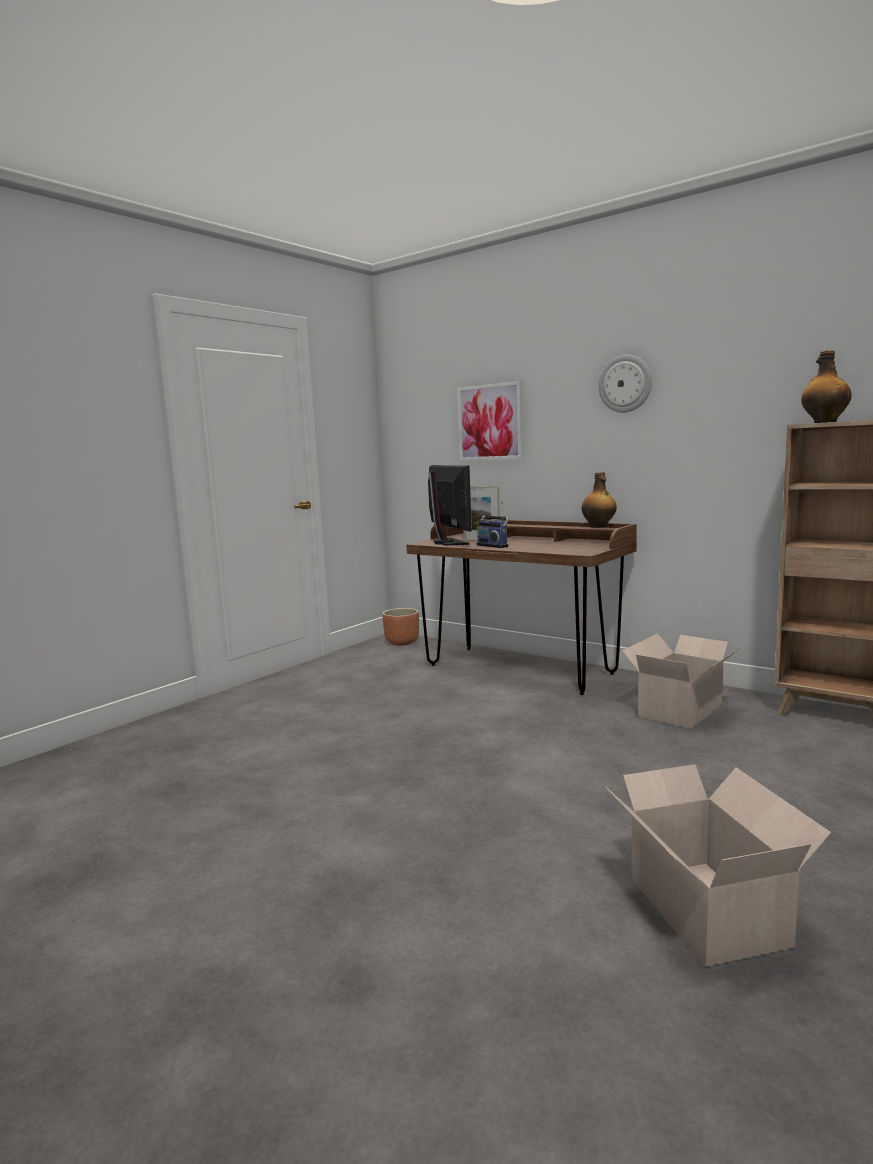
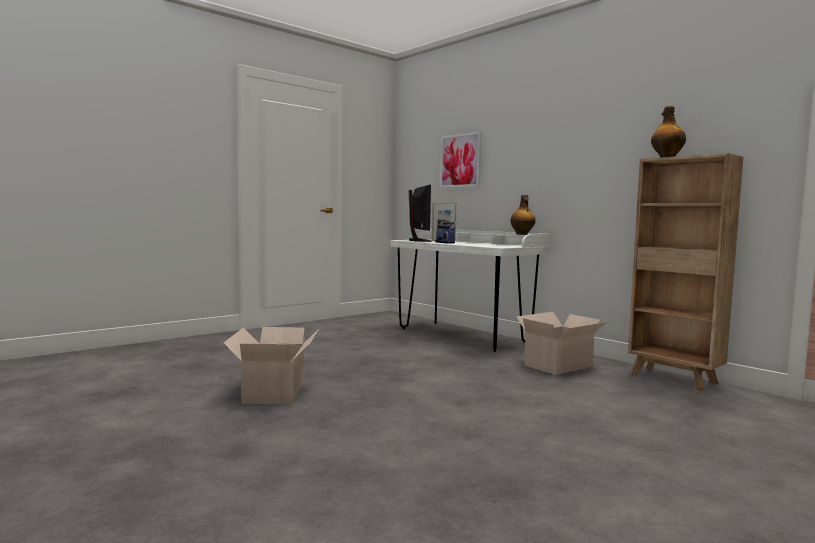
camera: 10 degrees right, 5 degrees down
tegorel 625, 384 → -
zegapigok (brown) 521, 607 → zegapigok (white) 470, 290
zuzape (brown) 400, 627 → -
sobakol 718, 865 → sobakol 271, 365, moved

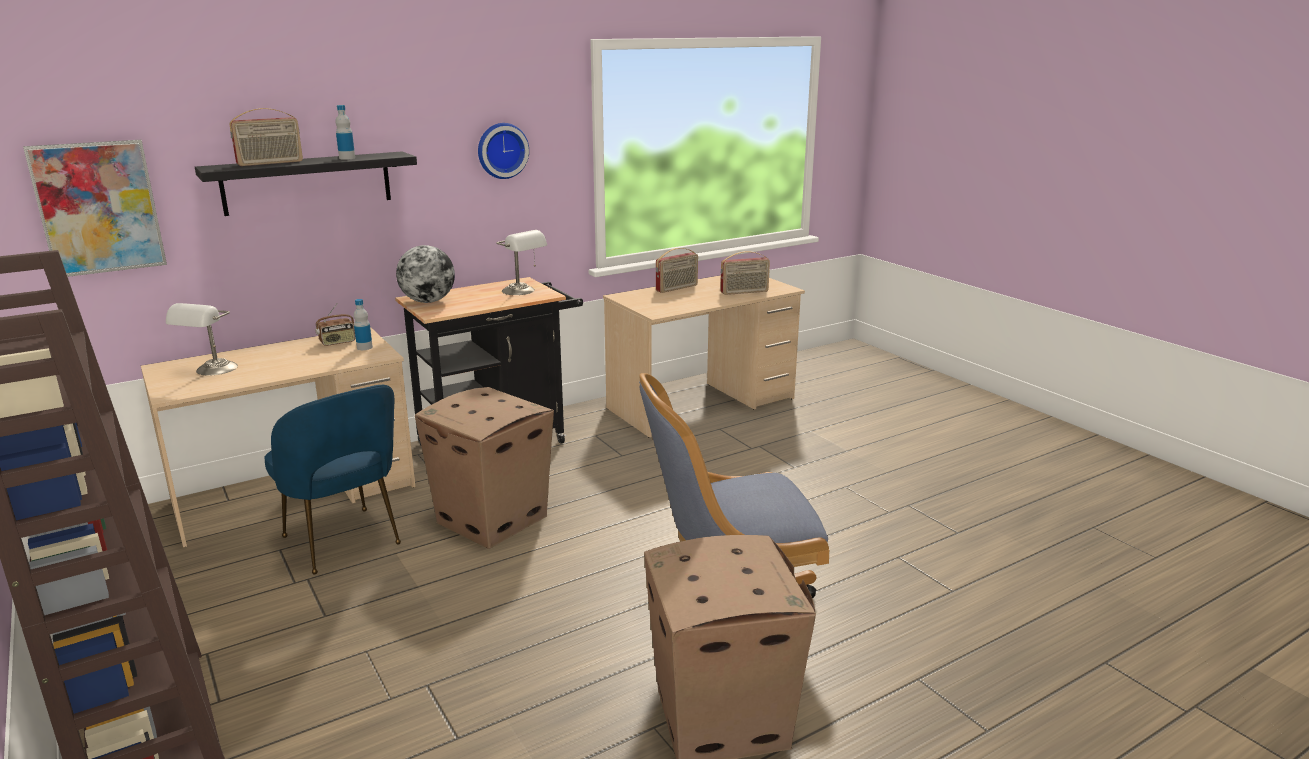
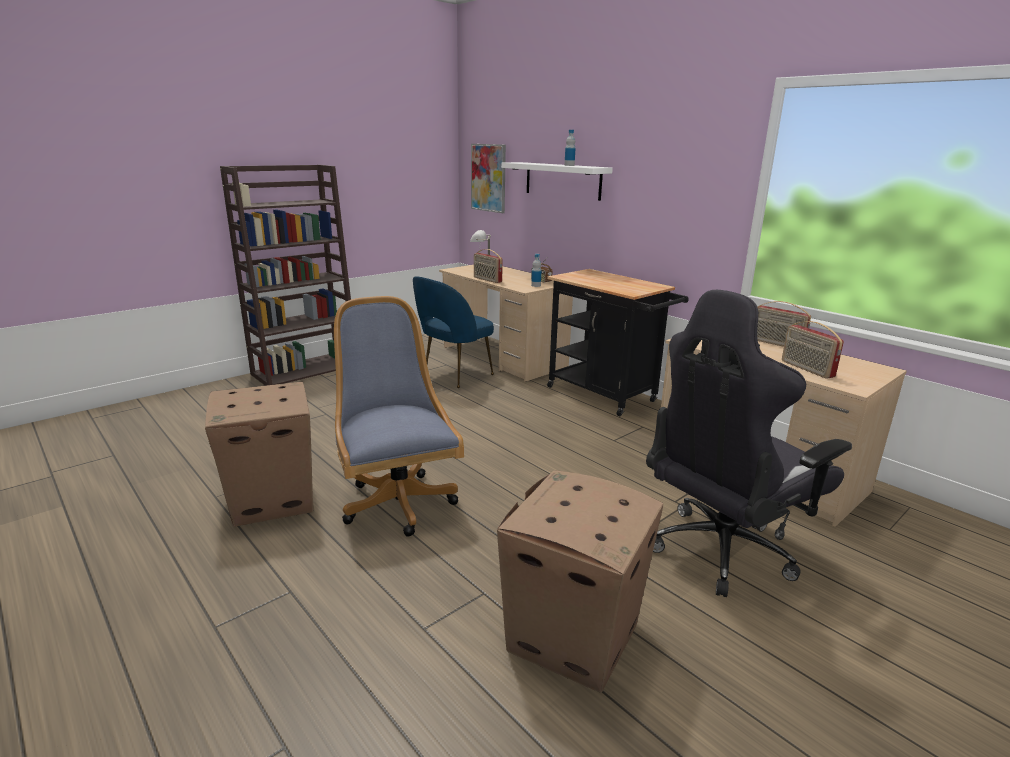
camera: 80 degrees right, 0 degrees up
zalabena 266, 137 → zalabena 488, 266, moved
tegorel 503, 151 → -
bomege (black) 306, 183 → bomege (white) 557, 181
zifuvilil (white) 522, 262 → -
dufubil 425, 274 → -
sobakol 484, 468 → sobakol 580, 581, moved
- → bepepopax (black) 749, 443

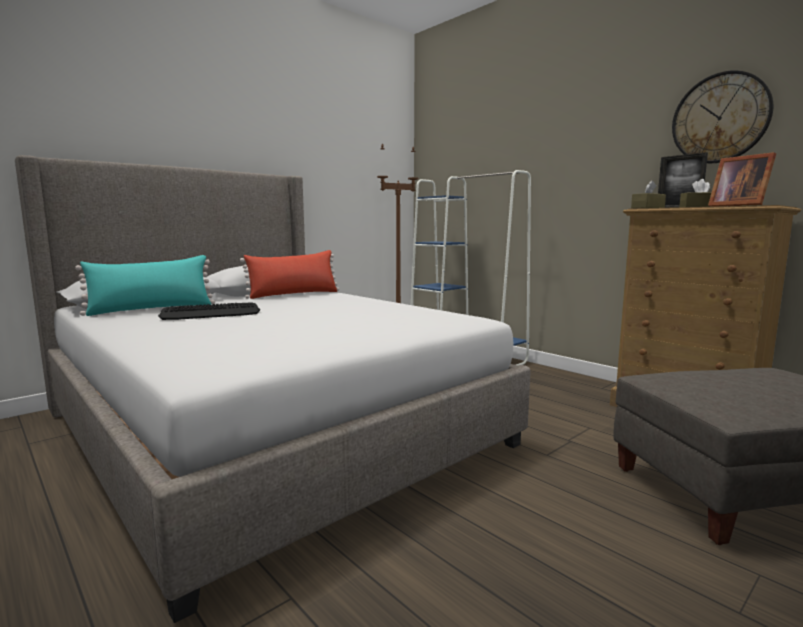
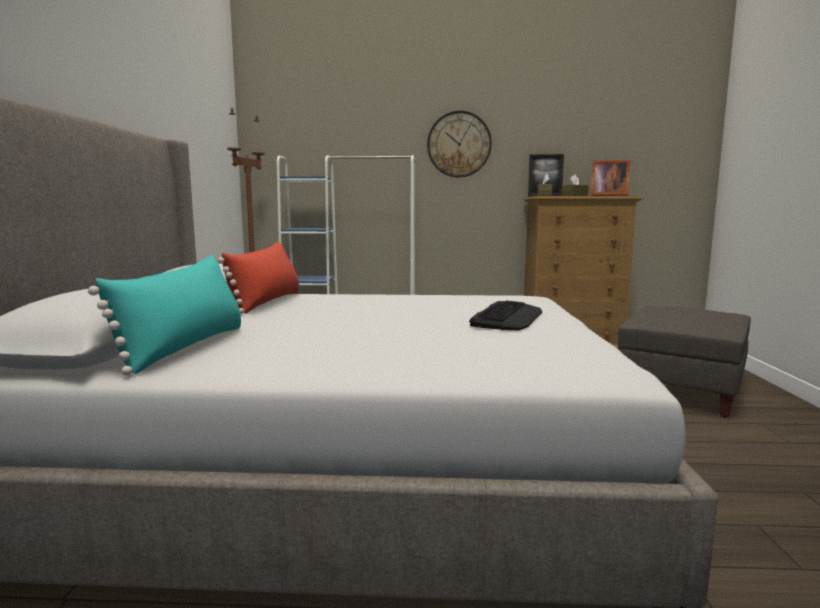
camera: 45 degrees left, 0 degrees up
tegorel 722, 116 → tegorel 459, 144, moved
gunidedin 209, 311 → gunidedin 505, 315, moved

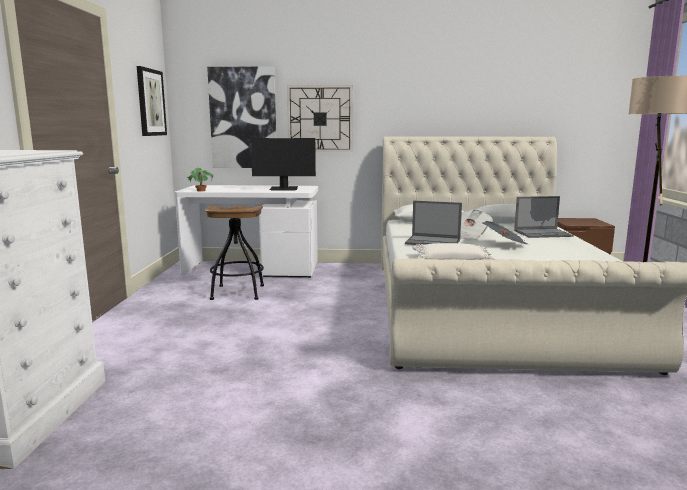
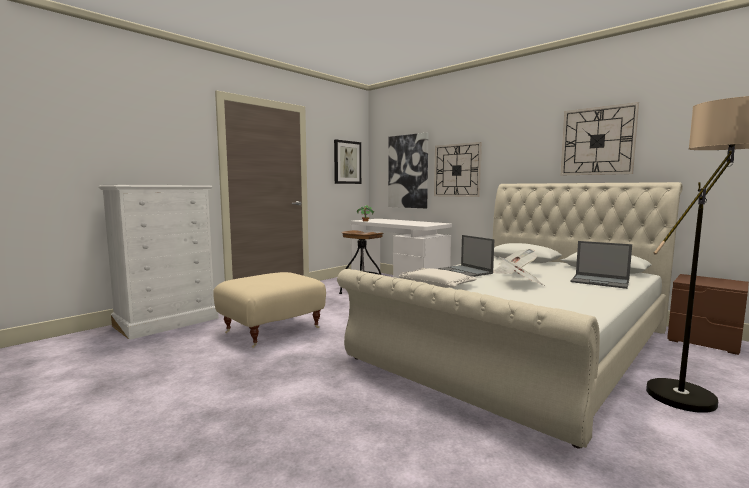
camera: 40 degrees right, 5 degrees down
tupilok 283, 164 → -
- → tegorel 600, 139
- → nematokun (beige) 269, 310

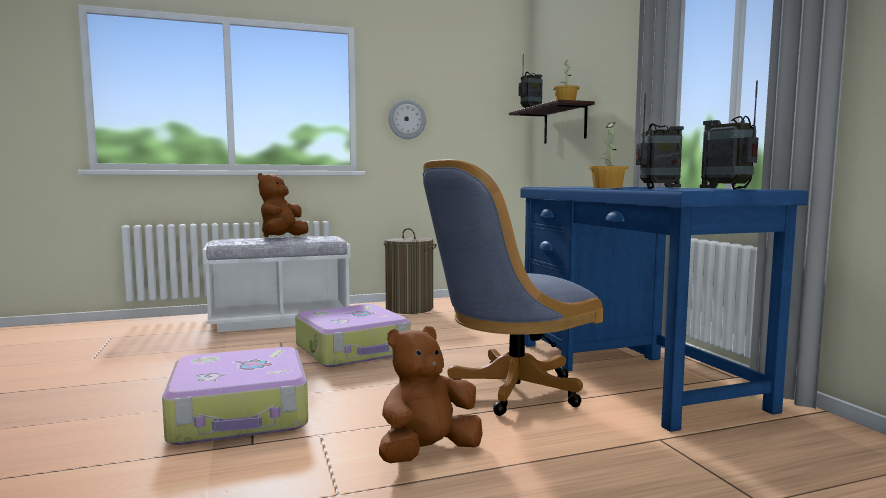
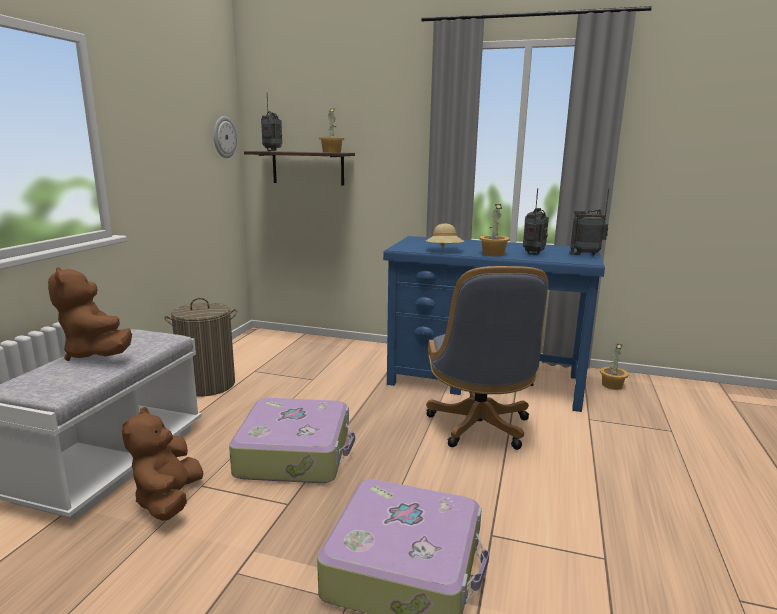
camera: 55 degrees left, 10 degrees up
tegorel 407, 119 → tegorel 225, 137, moved
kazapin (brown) 431, 394 → kazapin (brown) 162, 464, moved
- → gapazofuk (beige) 445, 235
- → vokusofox 614, 366

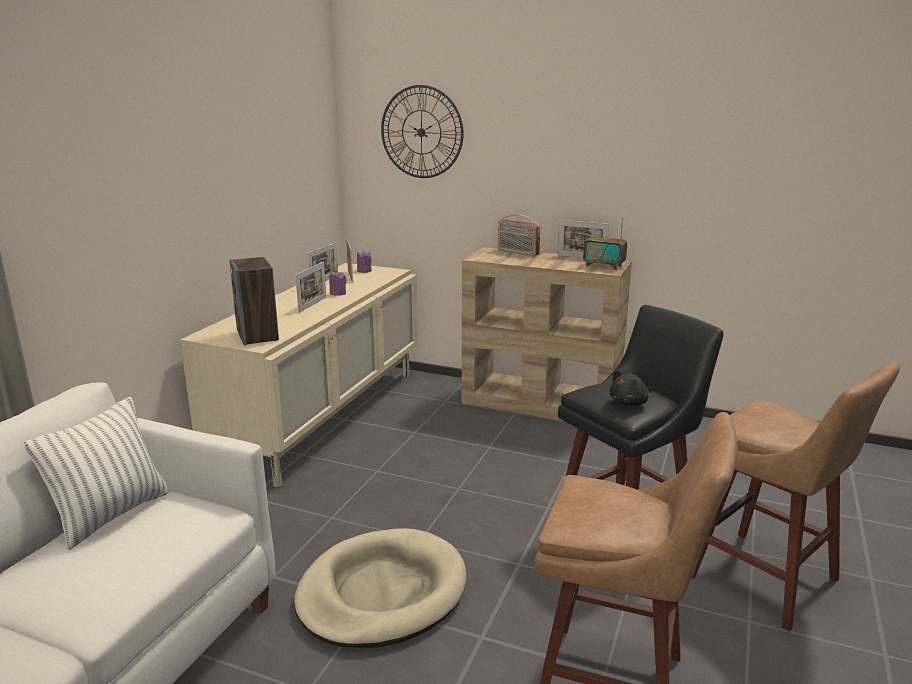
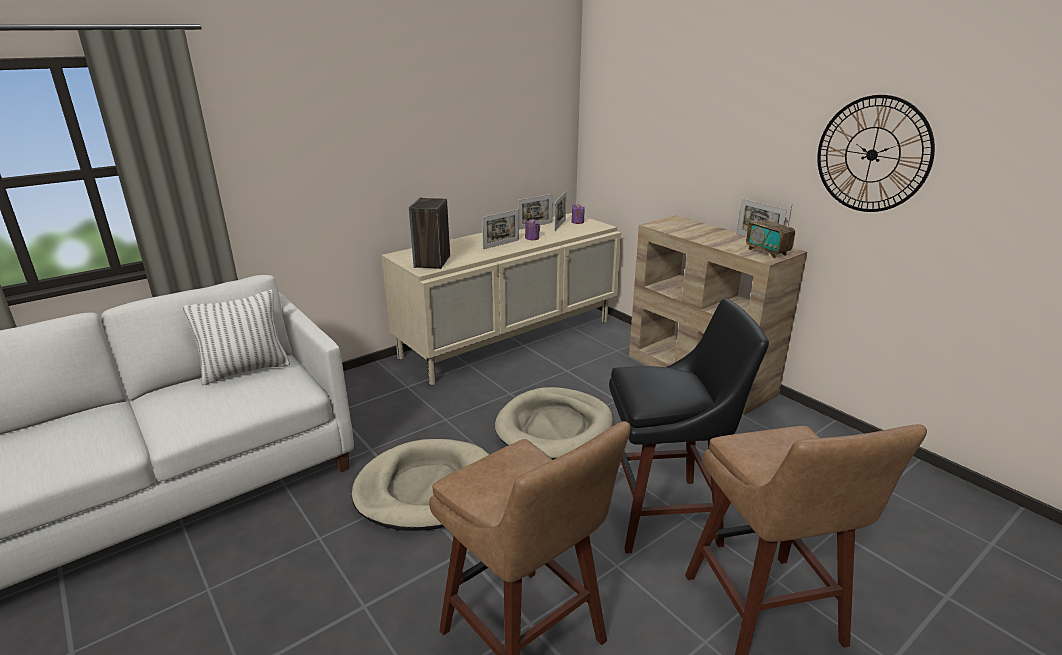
camera: 30 degrees right, 5 degrees up
tegorel 422, 131 → tegorel 876, 153, moved
zalabena 519, 235 → -
kazapin (black) 631, 388 → -
- → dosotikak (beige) 554, 423

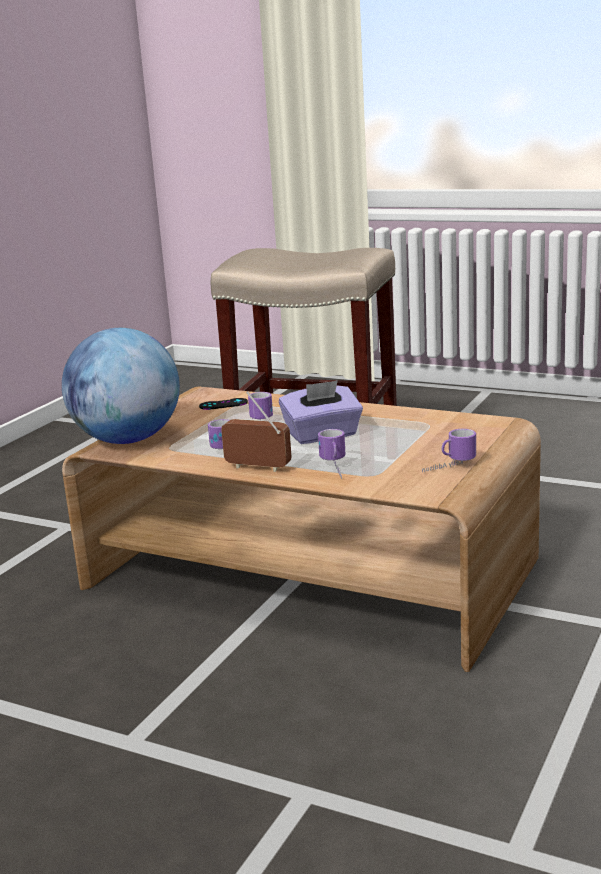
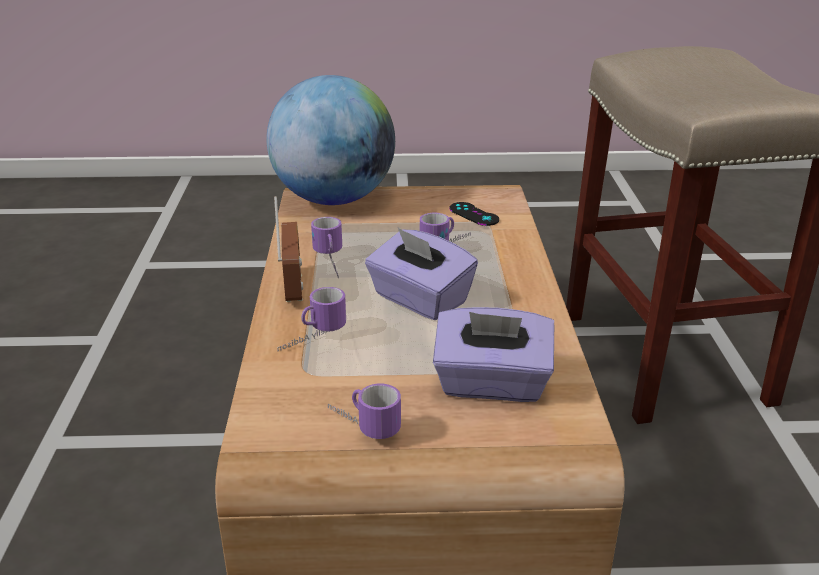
camera: 60 degrees right, 10 degrees up
- → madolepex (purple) 493, 354

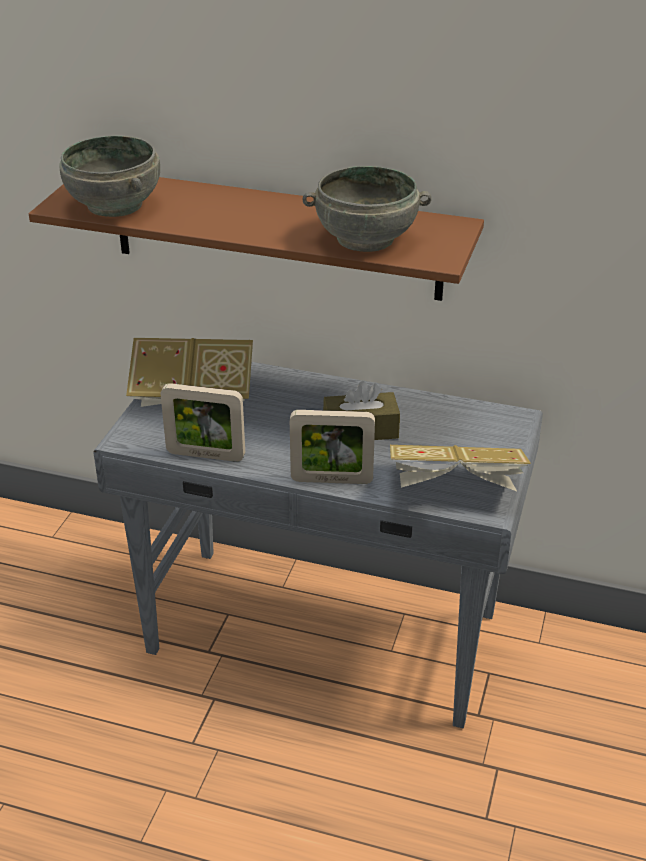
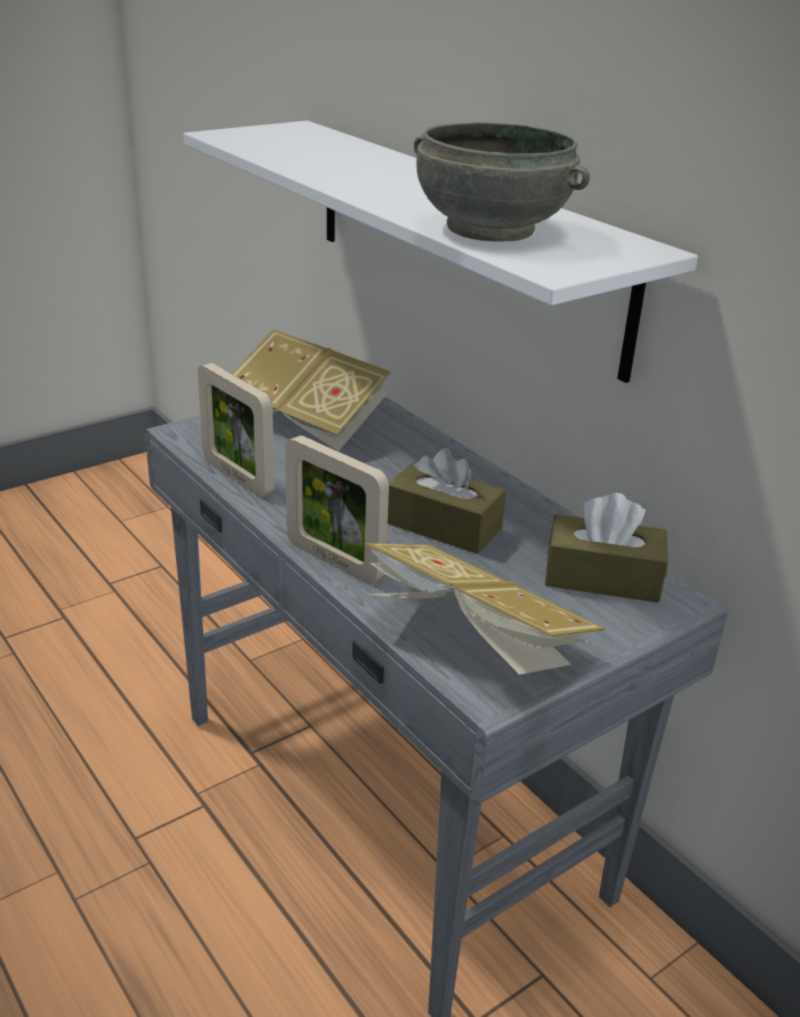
camera: 35 degrees right, 5 degrees down
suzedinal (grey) 109, 176 → -
bomege (brown) 256, 239 → bomege (white) 440, 252
- → madolepex (brown) 606, 547

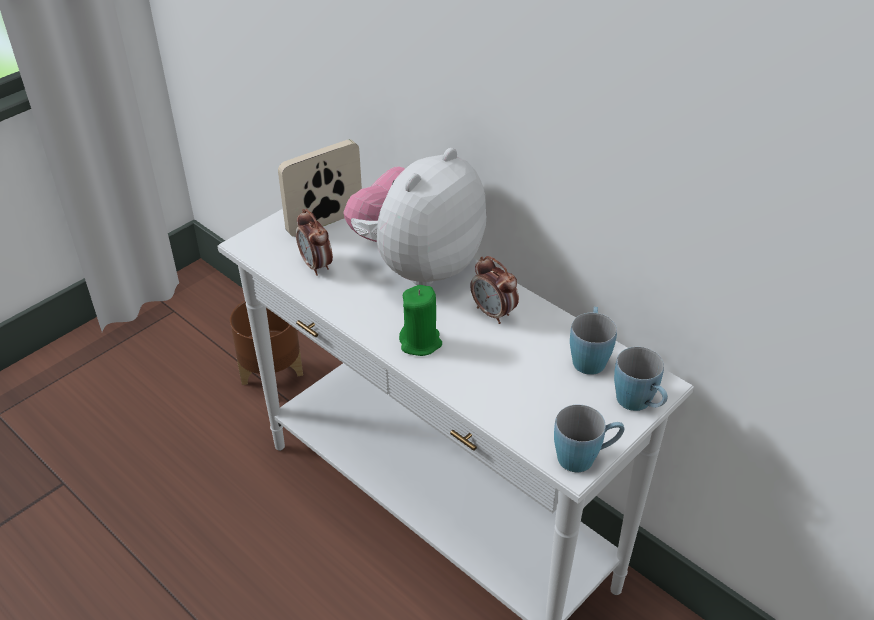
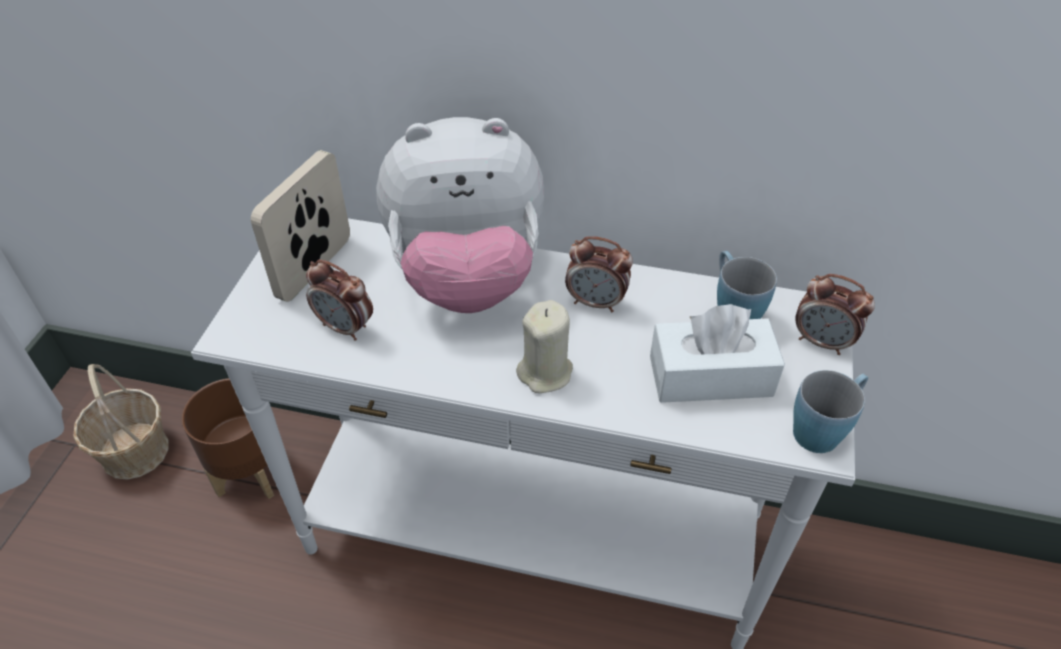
camera: 30 degrees left, 5 degrees up
kazapin 414, 217 → kazapin 460, 215, 105 degrees counterclockwise
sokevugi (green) 420, 320 → sokevugi (beige) 544, 346
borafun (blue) 641, 379 → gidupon 835, 314
- → madolepex (white) 717, 353
- → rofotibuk 120, 422

